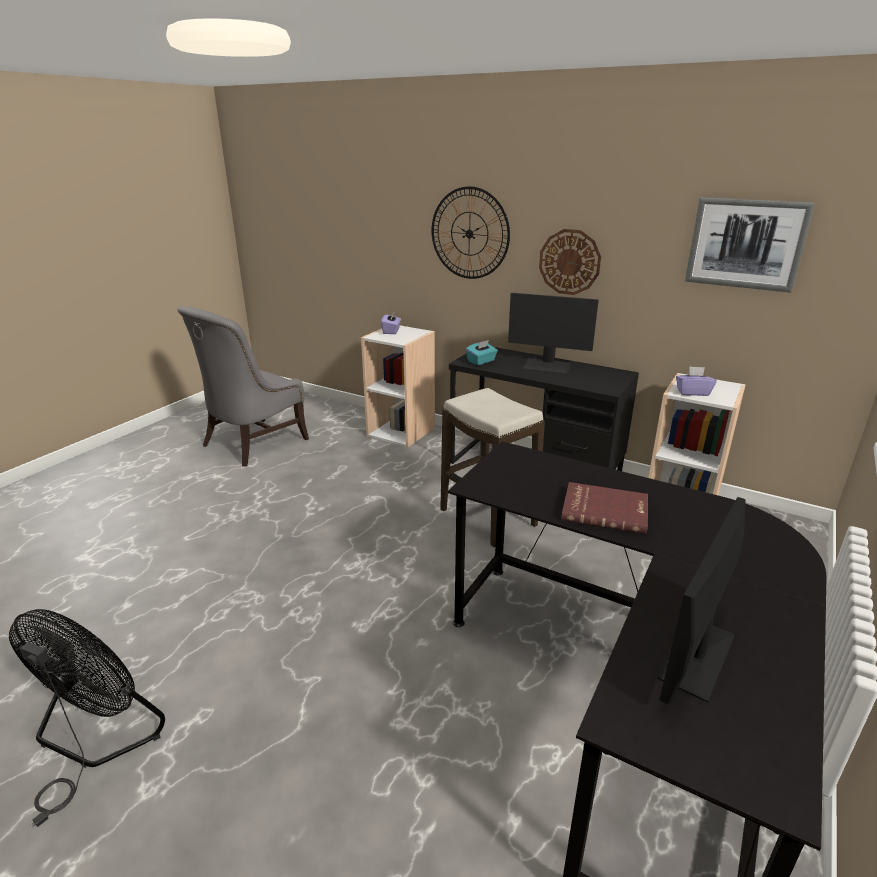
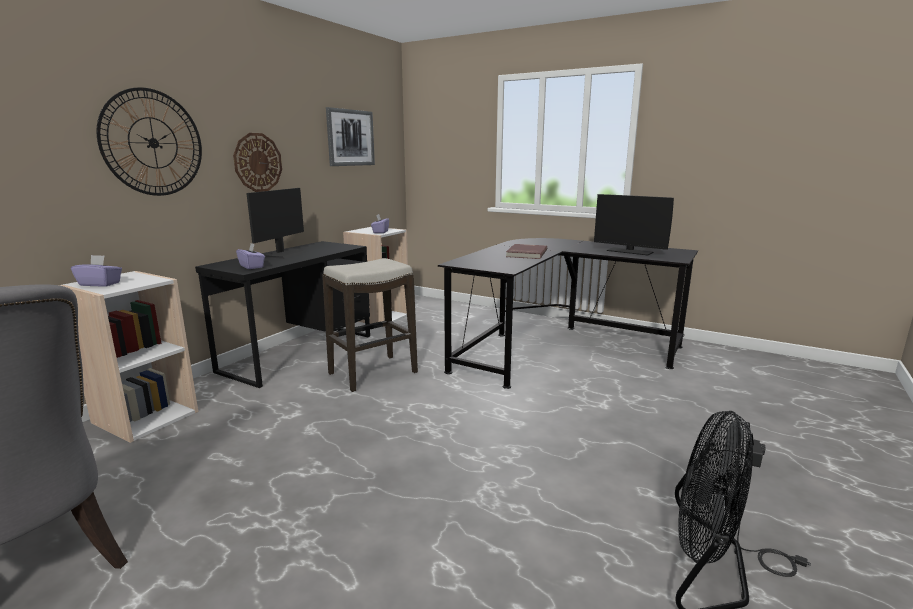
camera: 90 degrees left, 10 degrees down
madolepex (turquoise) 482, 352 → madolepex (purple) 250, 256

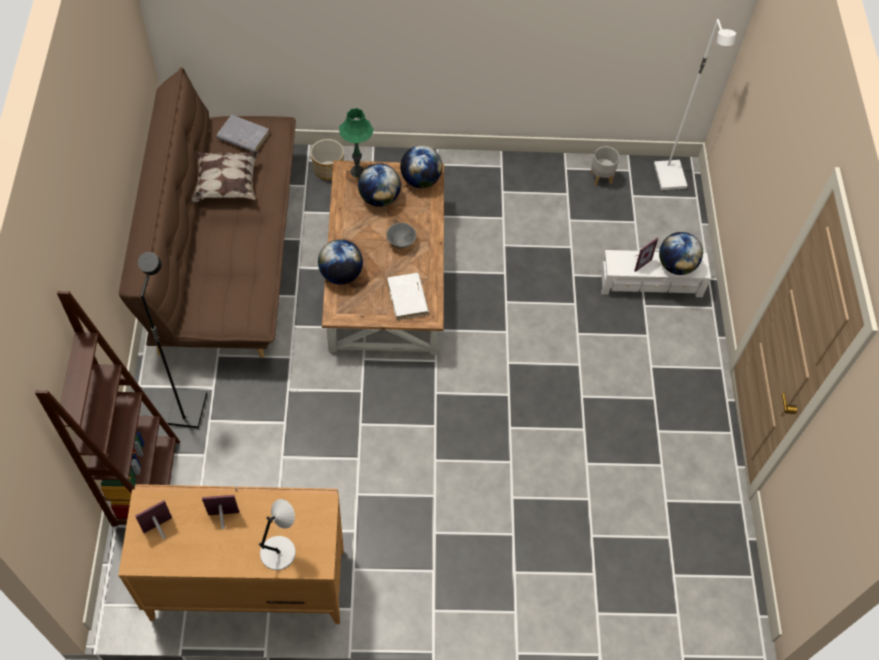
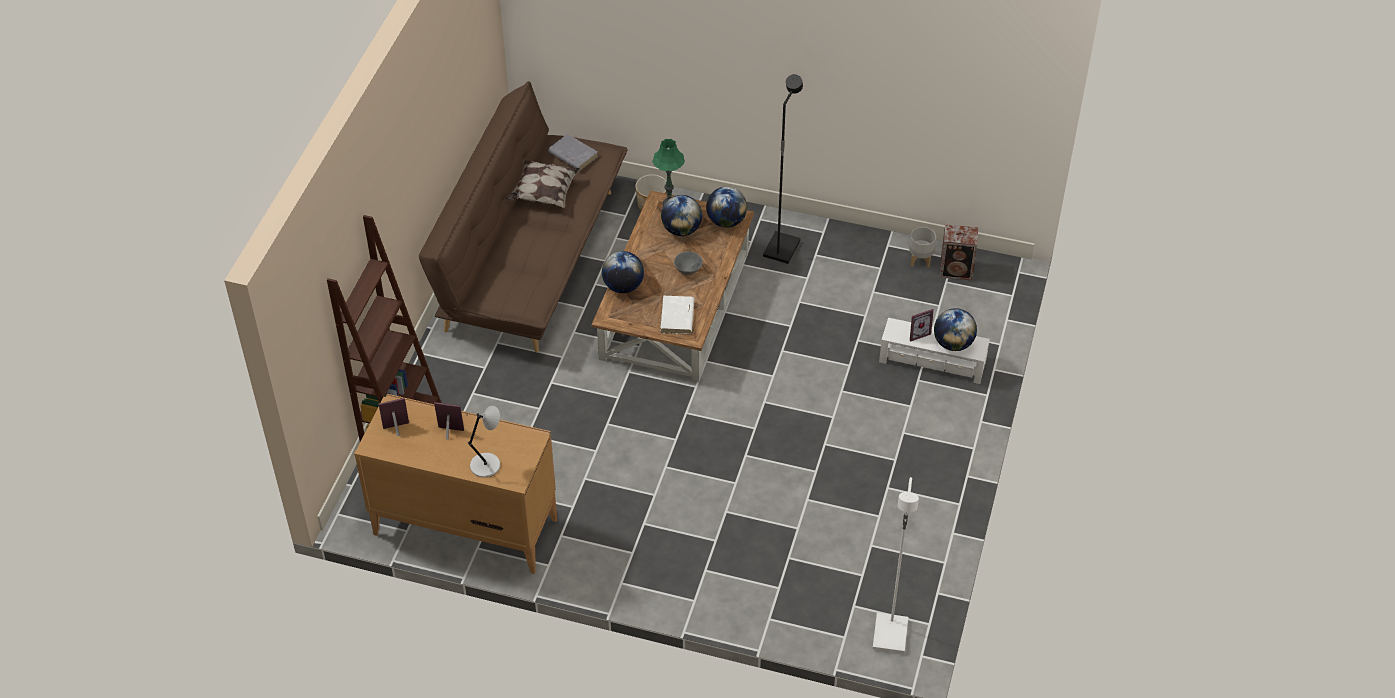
camera: 20 degrees right, 10 degrees down
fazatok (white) 695, 104 → fazatok (white) 895, 565, moved
fazatok (black) 172, 340 → fazatok (black) 783, 169, moved
- → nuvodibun 958, 252

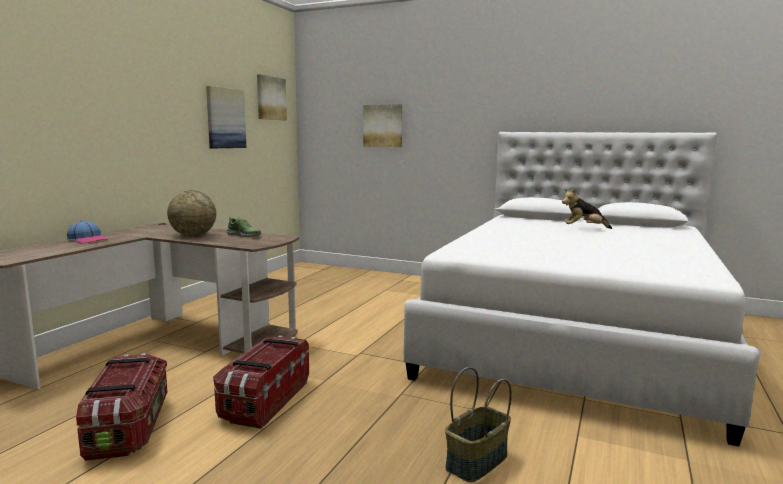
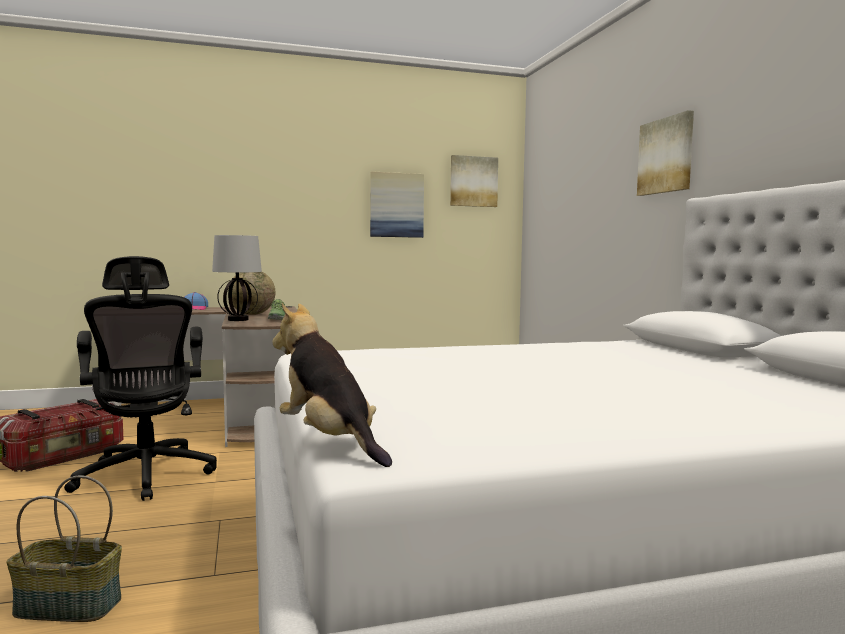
camera: 50 degrees right, 5 degrees down
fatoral 382, 125 → fatoral 665, 153, moved
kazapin 587, 209 → kazapin 332, 385, moved
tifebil 261, 382 → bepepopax 140, 378
- → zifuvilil 237, 278

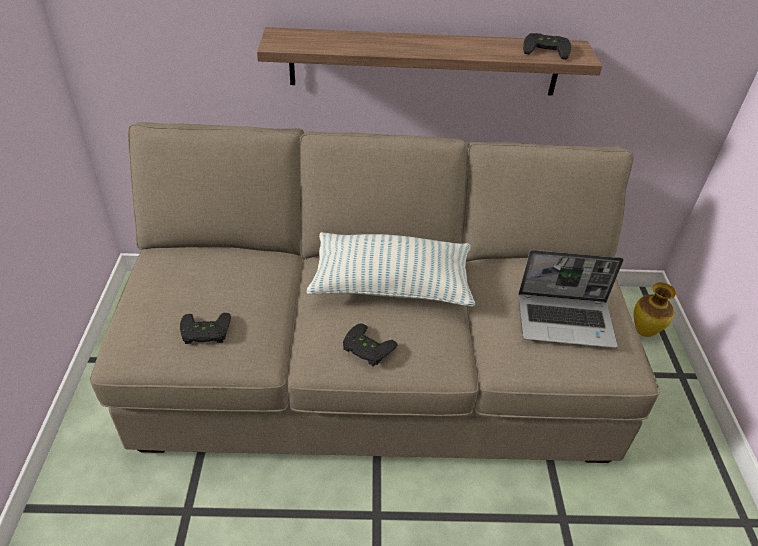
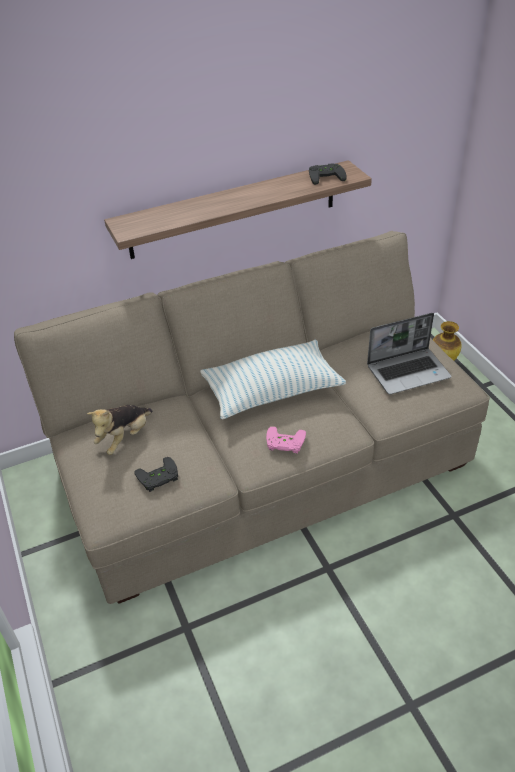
camera: 20 degrees left, 0 degrees up
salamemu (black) 370, 345 → salamemu (pink) 286, 440
- → kazapin 119, 430

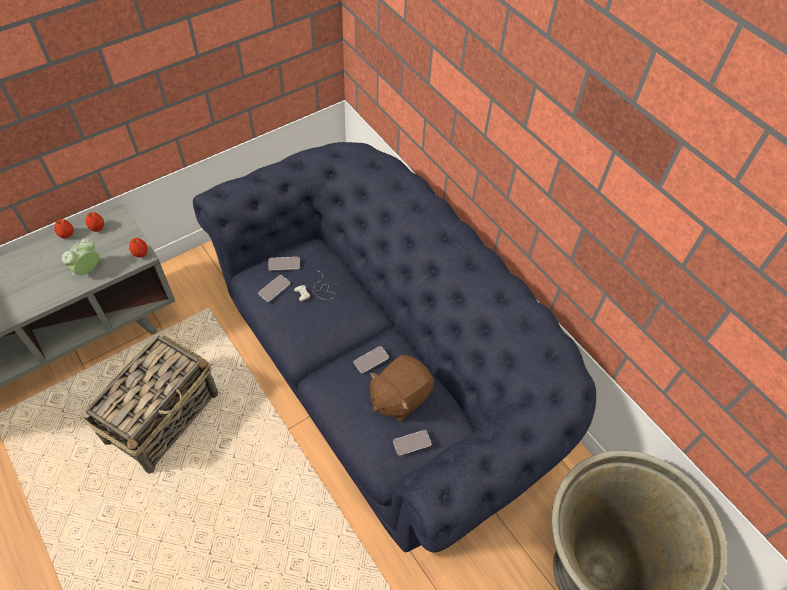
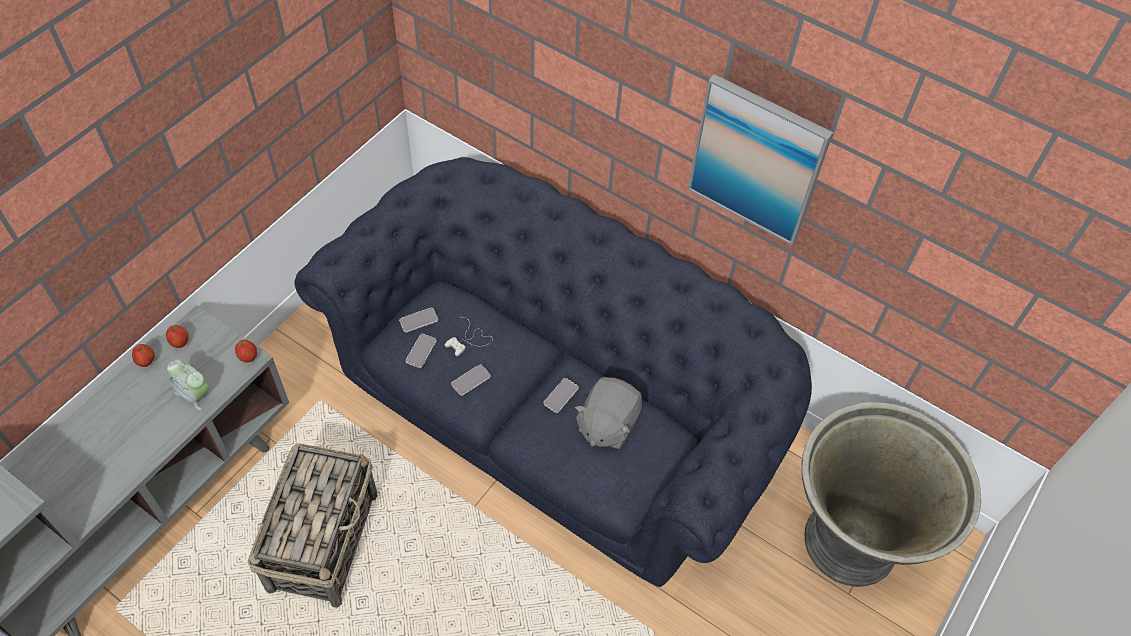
camera: 20 degrees left, 0 degrees up
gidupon 80, 256 → gidupon 188, 385, 75 degrees counterclockwise
kazapin (brown) 402, 388 → kazapin (grey) 608, 413
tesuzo 412, 443 → tesuzo 471, 380, moved
- → fatoral 760, 159

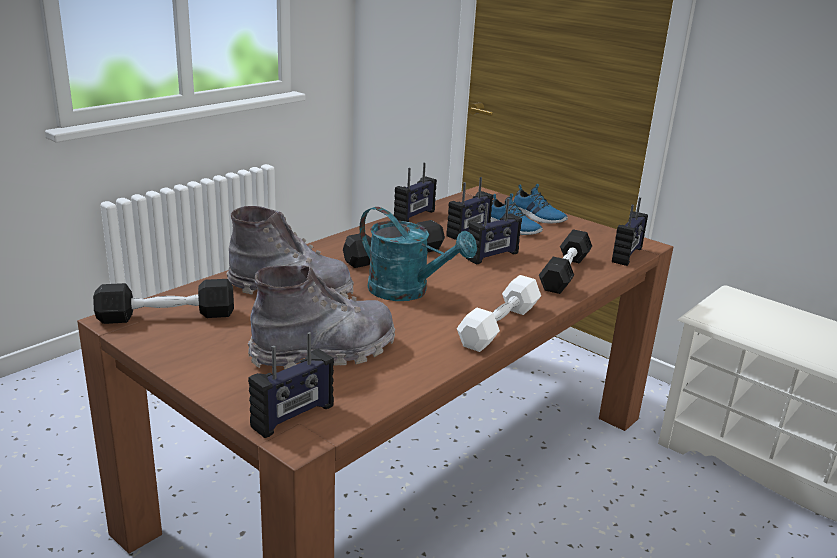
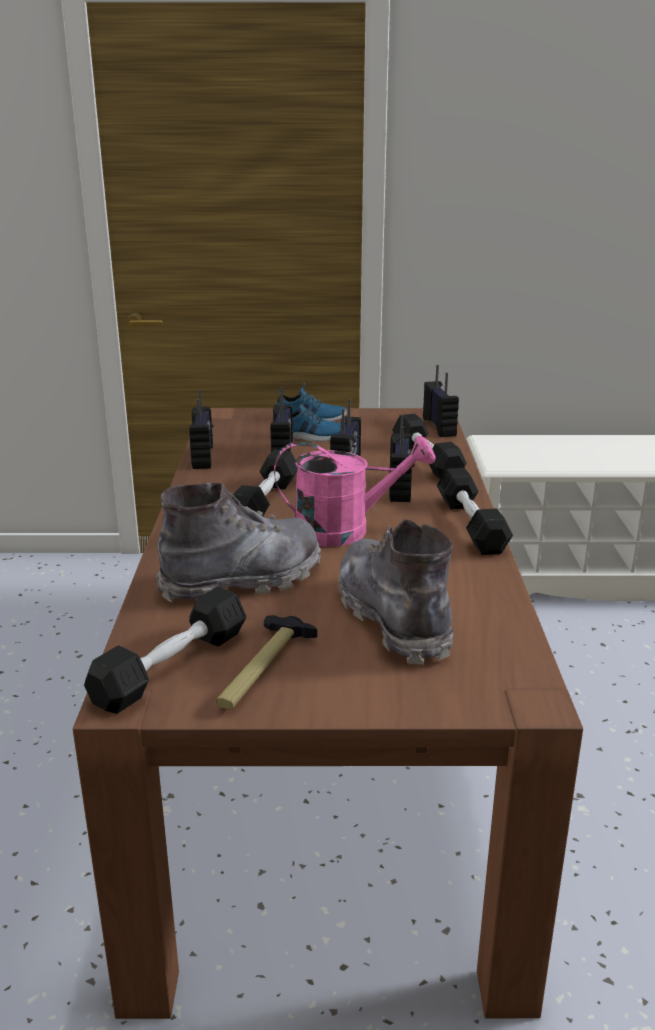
camera: 40 degrees left, 0 degrees up
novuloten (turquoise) 418, 254 → novuloten (pink) 354, 491
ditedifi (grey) 321, 317 → ditedifi (grey) 395, 592, 45 degrees counterclockwise
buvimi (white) 499, 313 → buvimi (black) 475, 511
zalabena 291, 385 → zalabena 401, 458, moved
- → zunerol 266, 662

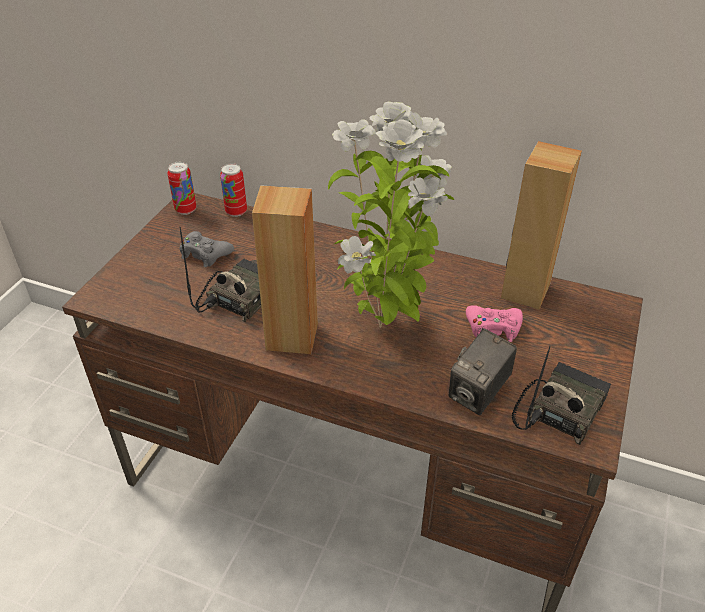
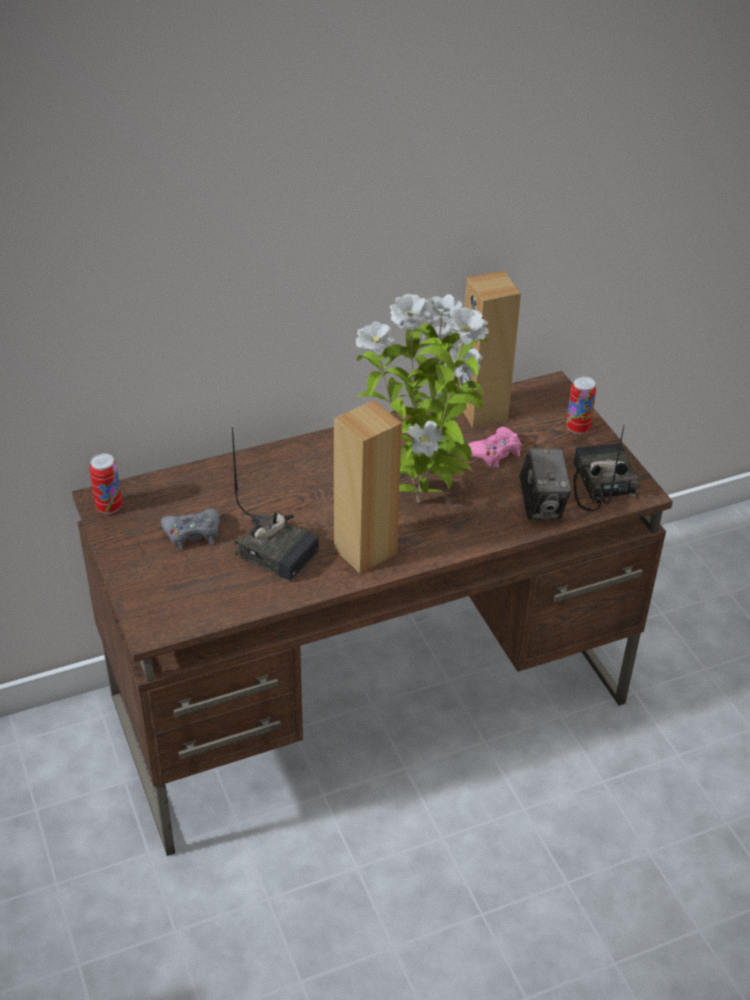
camera: 45 degrees left, 0 degrees up
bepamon 233, 190 → bepamon 581, 405, moved
zalabena 220, 274 → zalabena 275, 504, 135 degrees clockwise

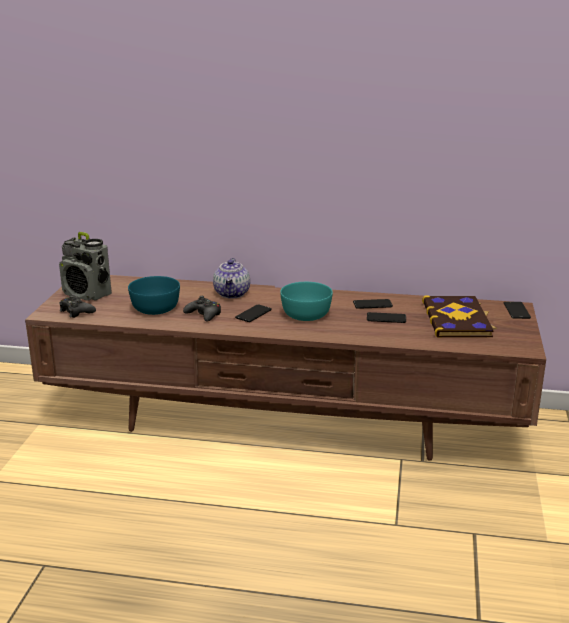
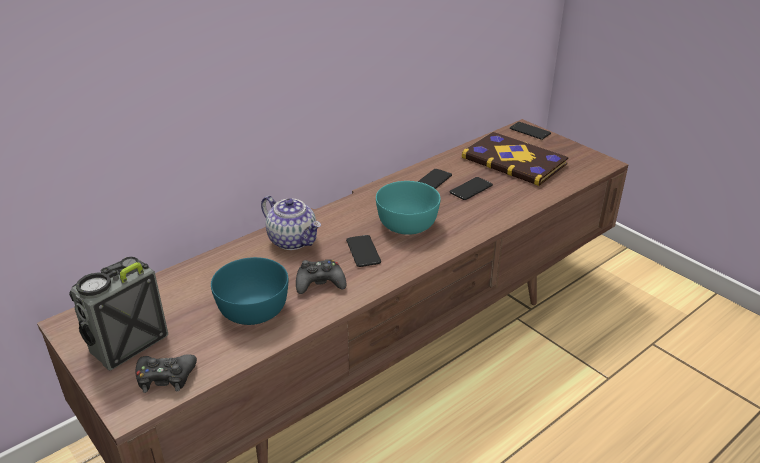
camera: 50 degrees left, 10 degrees up
zalabena 85, 266 → zalabena 118, 314, 150 degrees clockwise

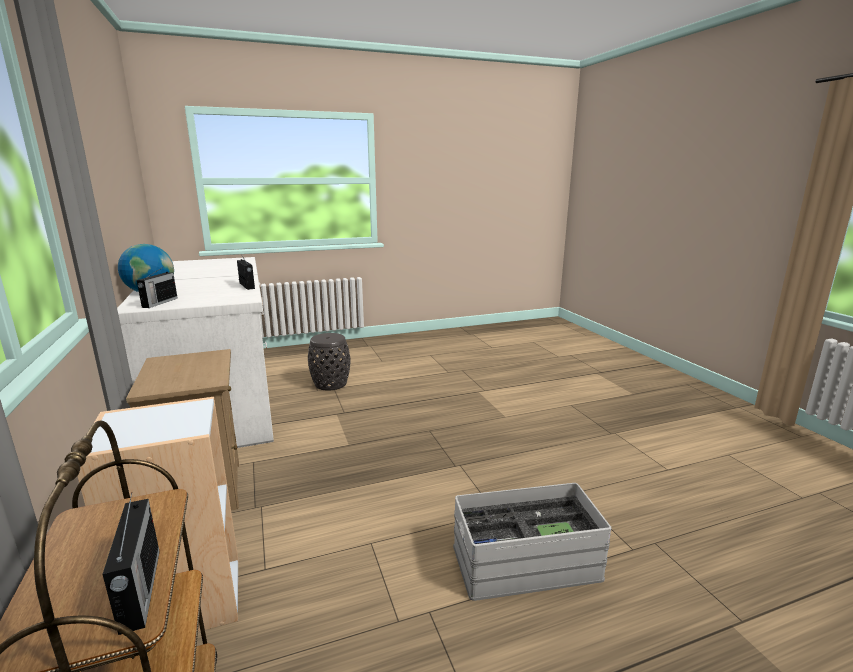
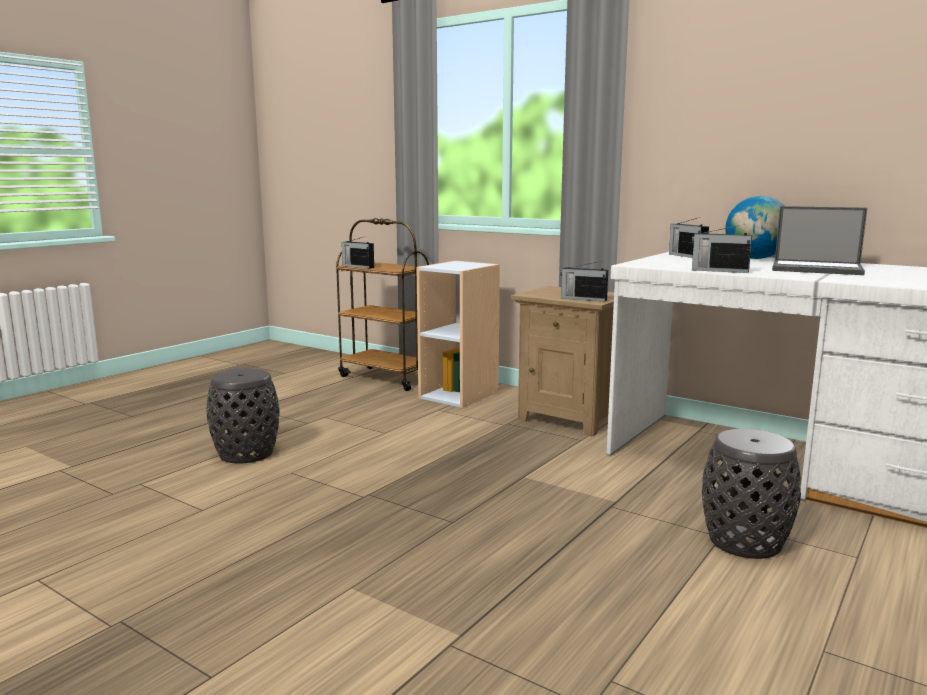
camera: 145 degrees right, 5 degrees down
tifebil (grey) 532, 542 → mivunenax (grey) 243, 415
- → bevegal 819, 240
- → zalabena 584, 281

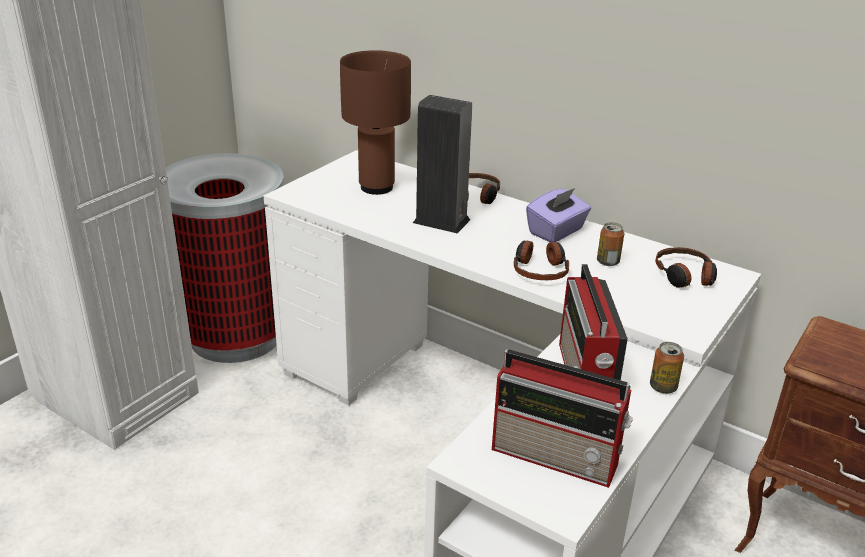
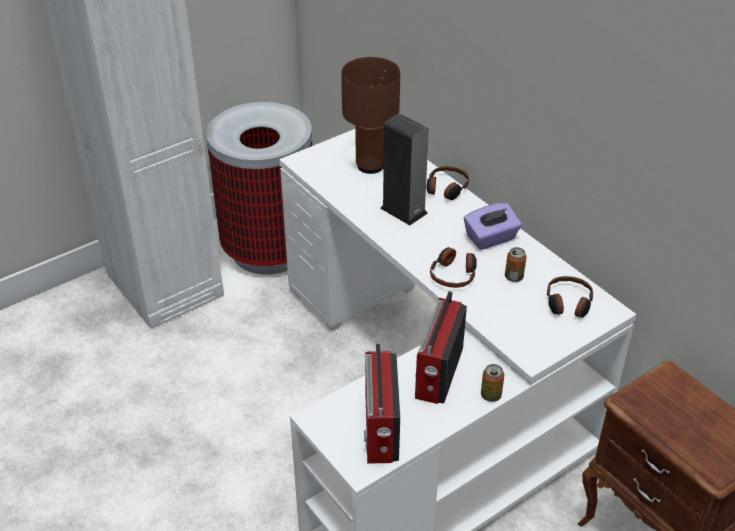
camera: 20 degrees right, 10 degrees up
zalabena 562, 418 → zalabena 382, 403, 45 degrees clockwise

